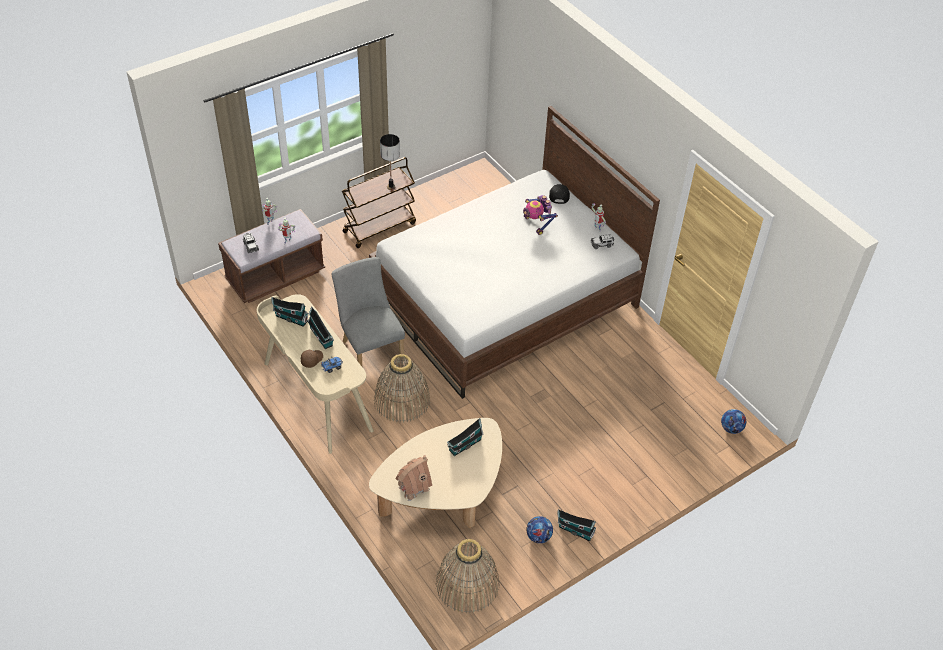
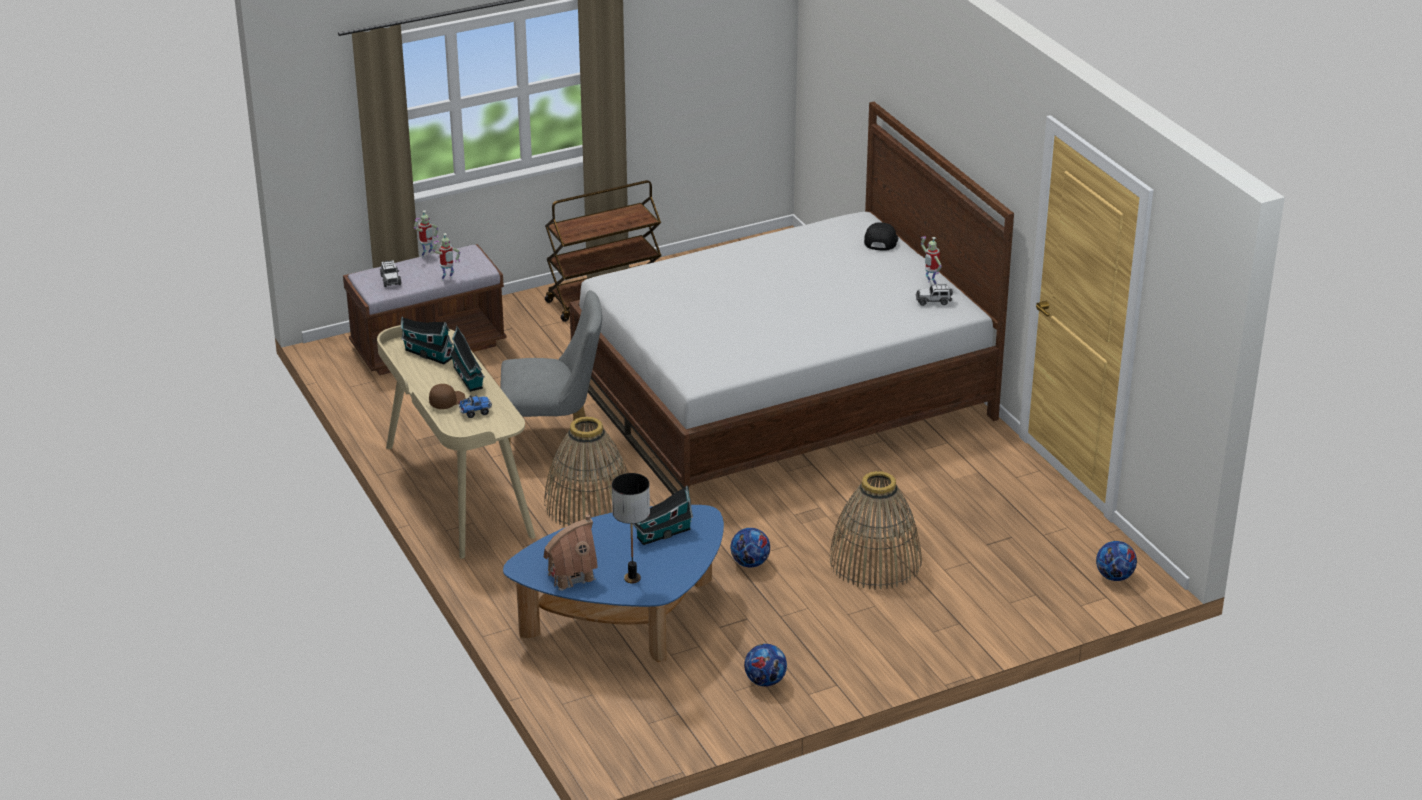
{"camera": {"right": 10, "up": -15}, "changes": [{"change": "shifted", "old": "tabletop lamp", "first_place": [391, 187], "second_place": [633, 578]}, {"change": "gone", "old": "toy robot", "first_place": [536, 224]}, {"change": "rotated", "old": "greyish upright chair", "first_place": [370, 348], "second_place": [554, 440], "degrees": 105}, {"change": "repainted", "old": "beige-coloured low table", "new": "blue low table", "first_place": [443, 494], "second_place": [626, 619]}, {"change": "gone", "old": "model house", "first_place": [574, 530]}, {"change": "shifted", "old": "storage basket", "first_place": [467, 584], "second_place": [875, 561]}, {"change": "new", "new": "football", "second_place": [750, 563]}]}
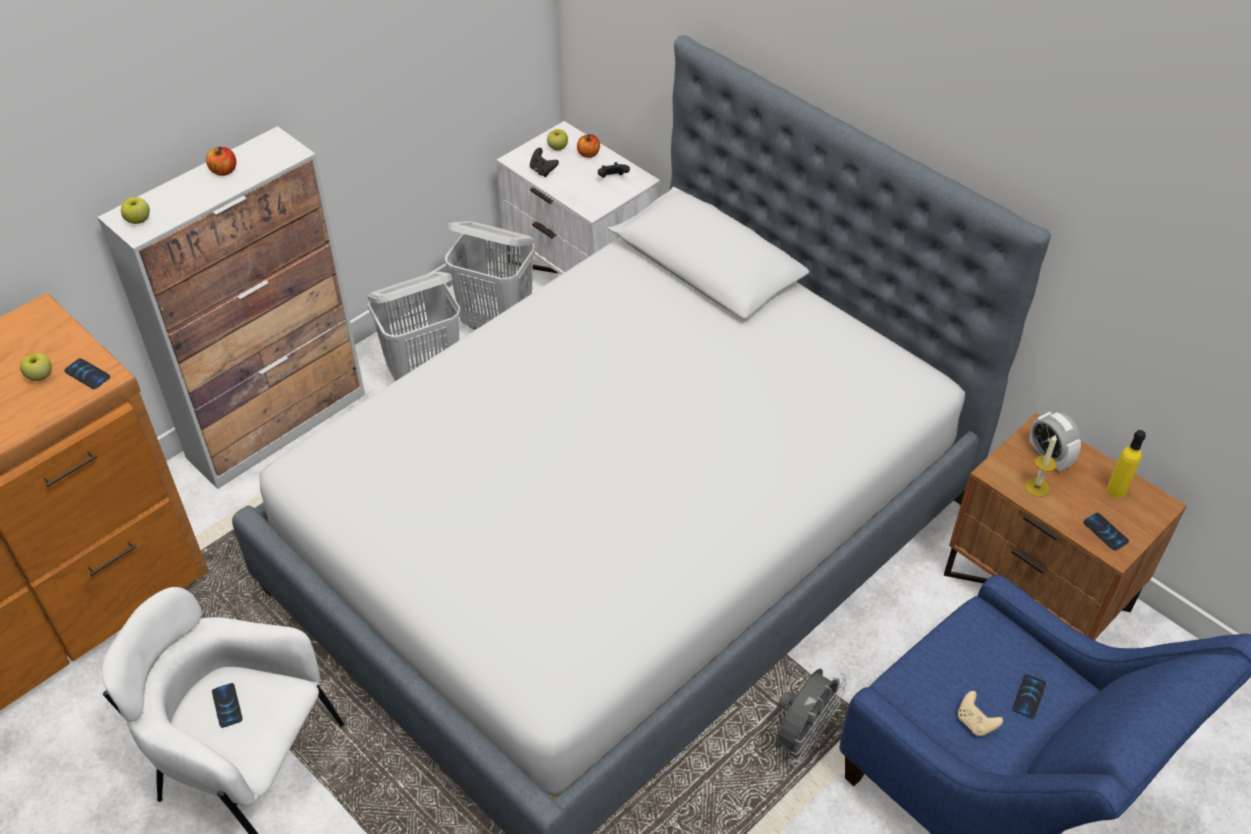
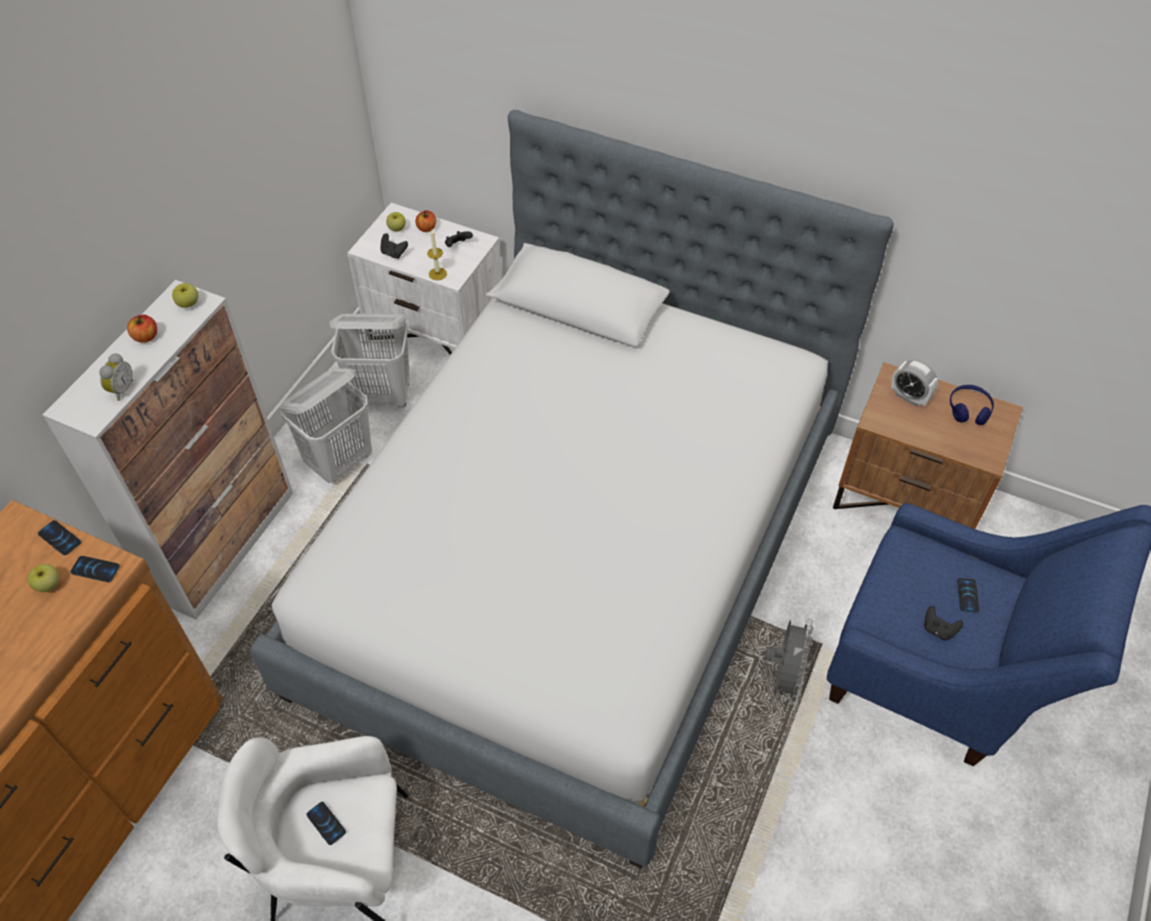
{"camera": {"right": -20, "up": 5}, "changes": [{"change": "shifted", "old": "apple", "first_place": [138, 220], "second_place": [188, 304]}, {"change": "swapped", "old": "yellow drink bottle", "new": "blue headset", "first_place": [1116, 490], "second_place": [969, 409]}, {"change": "shifted", "old": "wax candle", "first_place": [1036, 487], "second_place": [437, 274]}, {"change": "shifted", "old": "telephone", "first_place": [1105, 532], "second_place": [59, 538]}, {"change": "repainted", "old": "beige-coloured gamepad", "new": "blackish gamepad", "first_place": [975, 722], "second_place": [938, 630]}, {"change": "new", "new": "table clock", "second_place": [121, 389]}]}
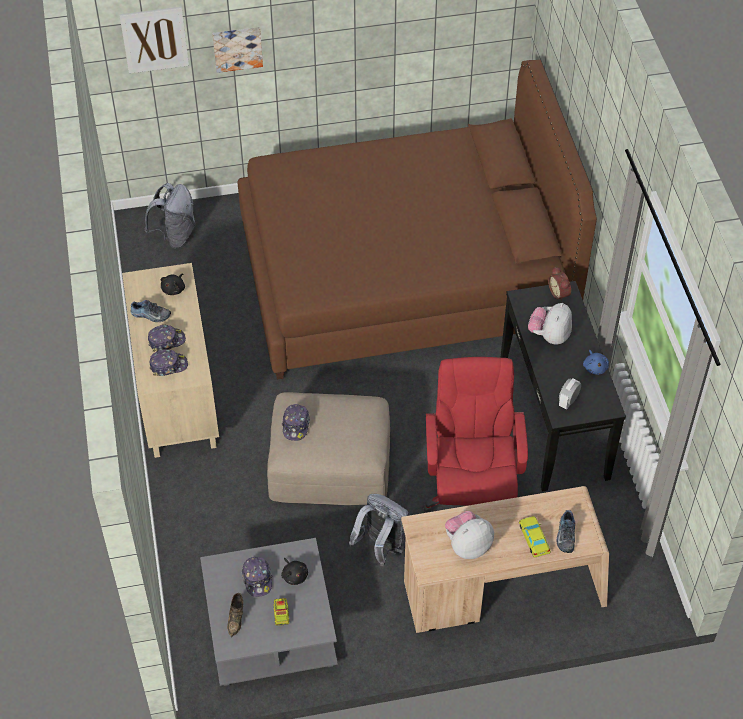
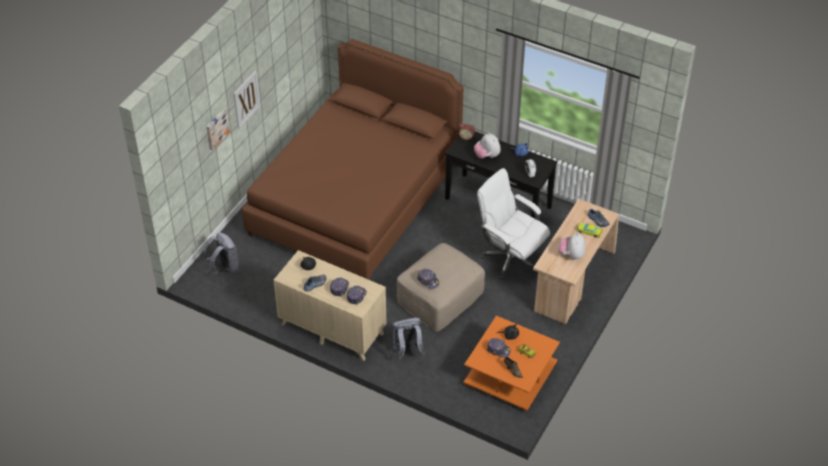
{"camera": {"right": -50, "up": -5}, "changes": [{"change": "shifted", "old": "wall art", "first_place": [154, 39], "second_place": [246, 99]}, {"change": "repainted", "old": "reddish computer chair", "new": "white computer chair", "first_place": [470, 495], "second_place": [510, 258]}, {"change": "shifted", "old": "greyish backpack", "first_place": [381, 547], "second_place": [407, 352]}, {"change": "repainted", "old": "greyish low table", "new": "orange low table", "first_place": [271, 626], "second_place": [510, 374]}]}
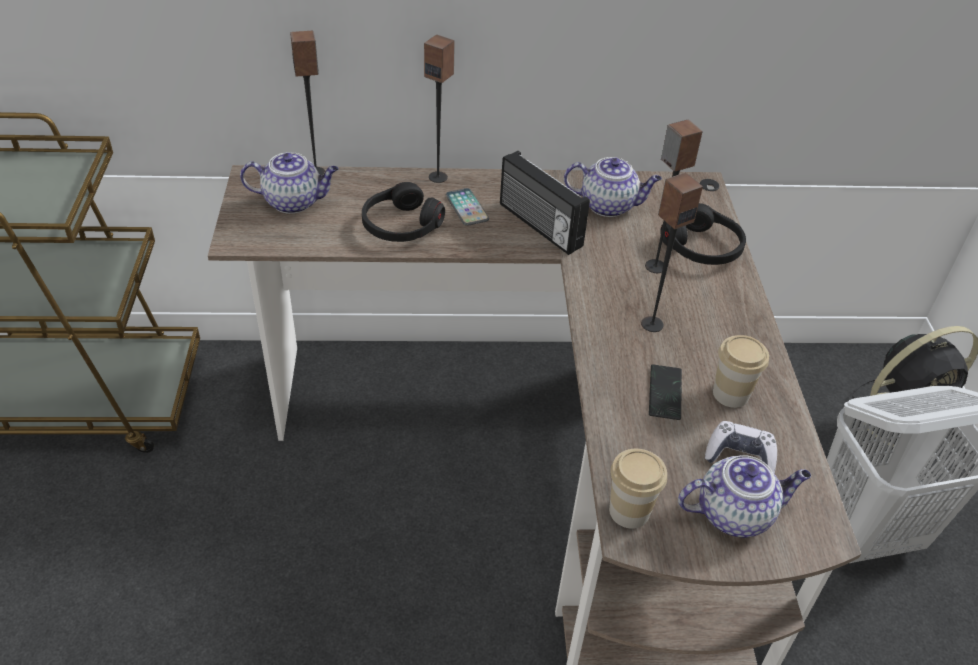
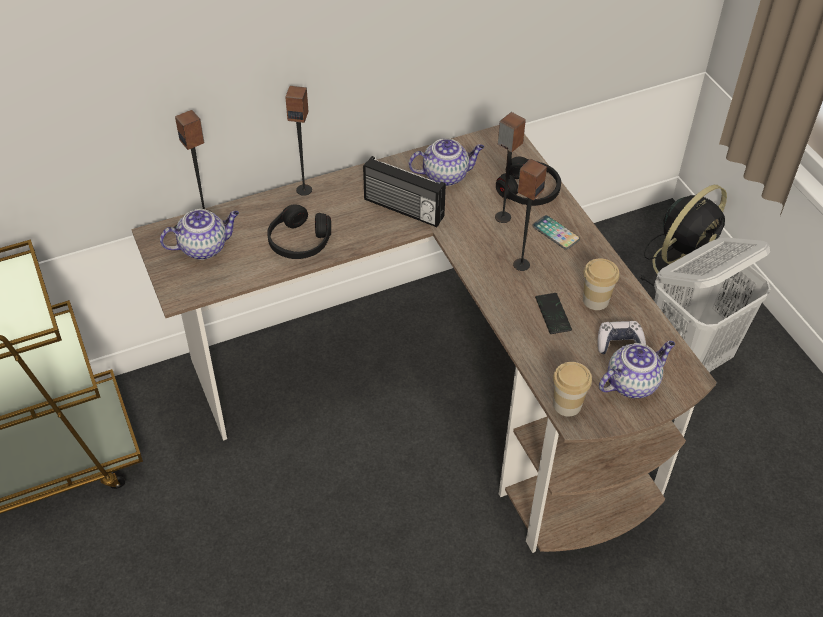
{"camera": {"right": -20, "up": 5}, "changes": [{"change": "shifted", "old": "telephone", "first_place": [467, 208], "second_place": [555, 233]}]}
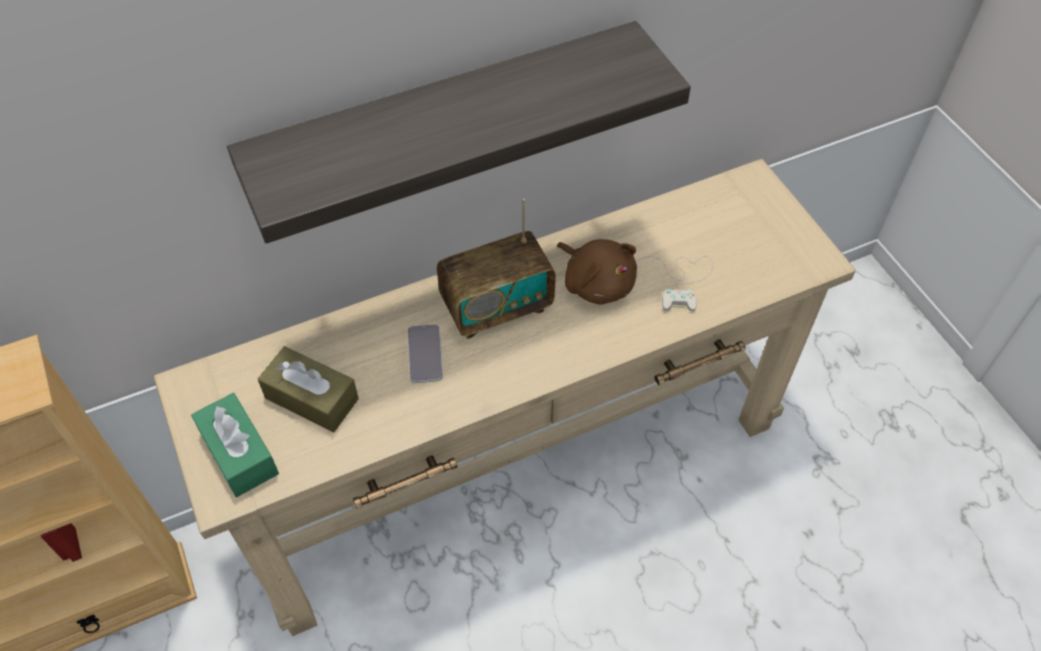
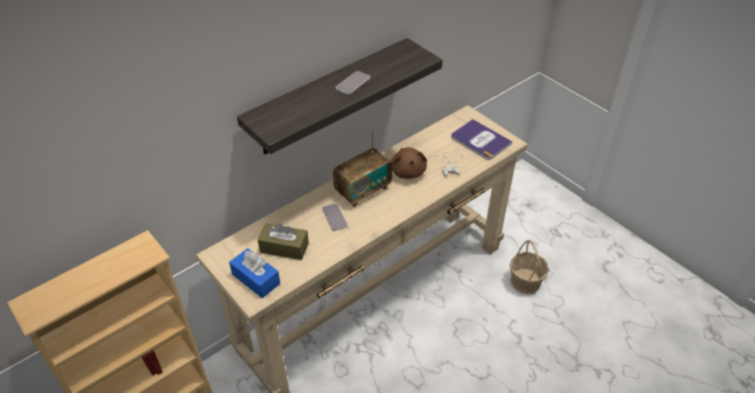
{"camera": {"right": -15, "up": -10}, "changes": [{"change": "rotated", "old": "brown-coloured soft toy", "first_place": [596, 282], "second_place": [408, 171], "degrees": 45}, {"change": "repainted", "old": "greenish tissue holder", "new": "blue tissue holder", "first_place": [239, 453], "second_place": [256, 279]}, {"change": "new", "new": "telephone", "second_place": [353, 83]}, {"change": "new", "new": "book", "second_place": [480, 140]}, {"change": "new", "new": "storage basket", "second_place": [525, 281]}]}
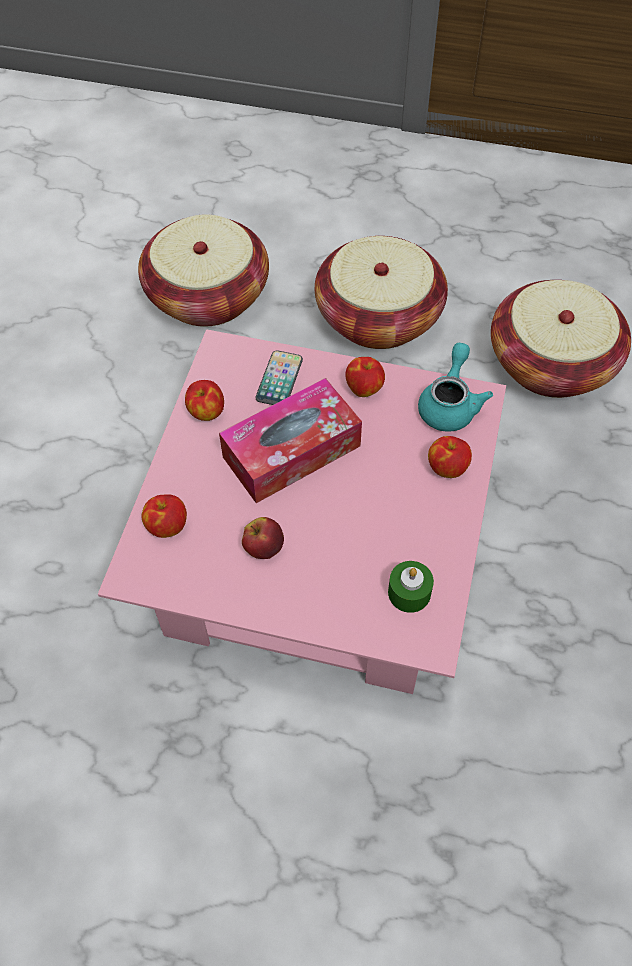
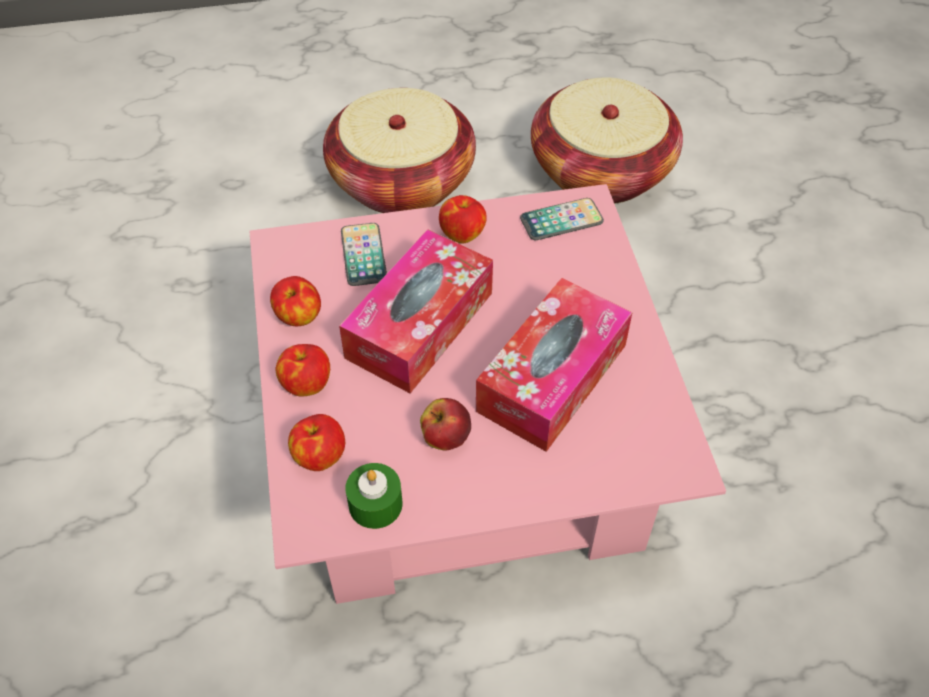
{"camera": {"right": -25, "up": -5}, "changes": [{"change": "gone", "old": "storage basket", "first_place": [208, 295]}, {"change": "swapped", "old": "turquoise-coloured pot for tea", "new": "telephone", "first_place": [450, 404], "second_place": [561, 220]}, {"change": "shifted", "old": "apple", "first_place": [447, 467], "second_place": [306, 384]}, {"change": "shifted", "old": "greenish wax candle", "first_place": [409, 593], "second_place": [375, 504]}, {"change": "new", "new": "tissue holder", "second_place": [552, 377]}]}
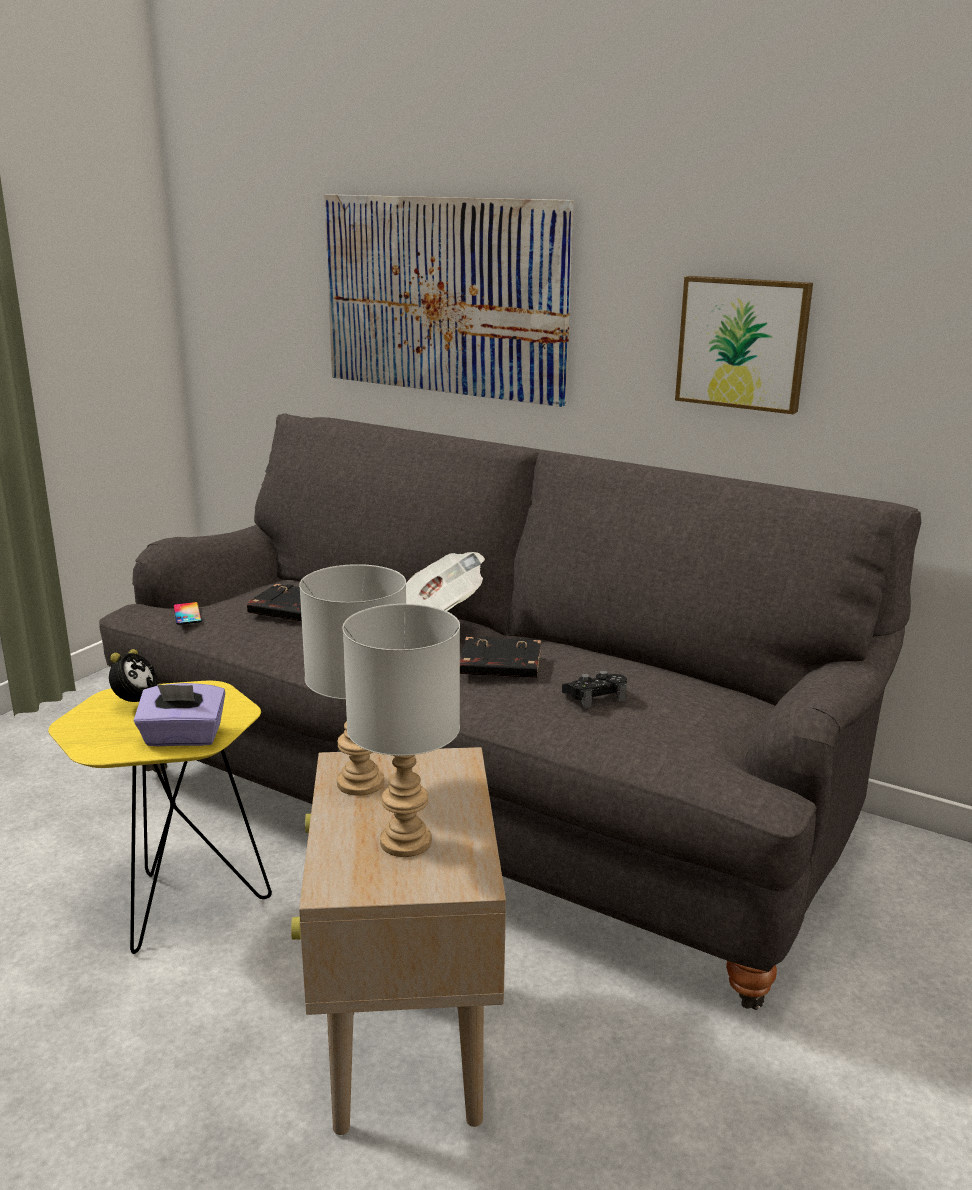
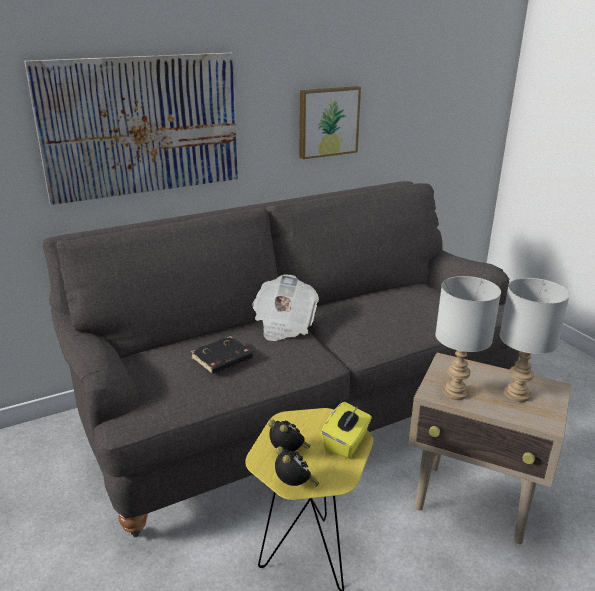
{"camera": {"right": -60, "up": 5}, "changes": [{"change": "gone", "old": "telephone", "first_place": [187, 614]}, {"change": "gone", "old": "blackish book", "first_place": [499, 665]}, {"change": "gone", "old": "blackish gamepad", "first_place": [595, 696]}, {"change": "repainted", "old": "purple-coloured tissue holder", "new": "yellow tissue holder", "first_place": [183, 737], "second_place": [346, 443]}, {"change": "new", "new": "table clock", "second_place": [295, 486]}]}
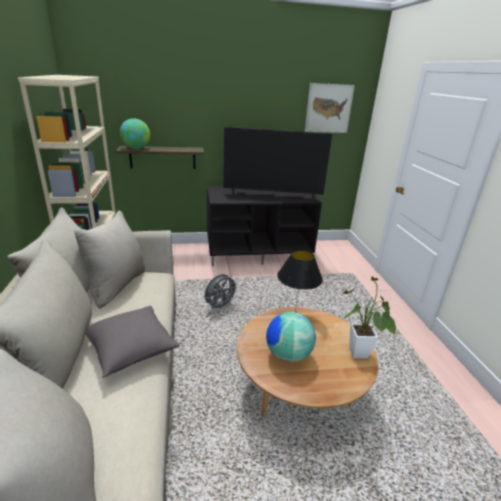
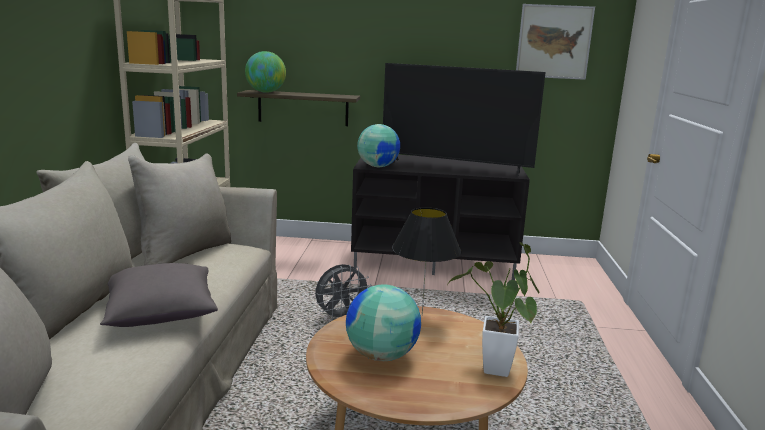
{"camera": {"right": 15, "up": -10}, "changes": [{"change": "new", "new": "world globe", "second_place": [378, 166]}]}
